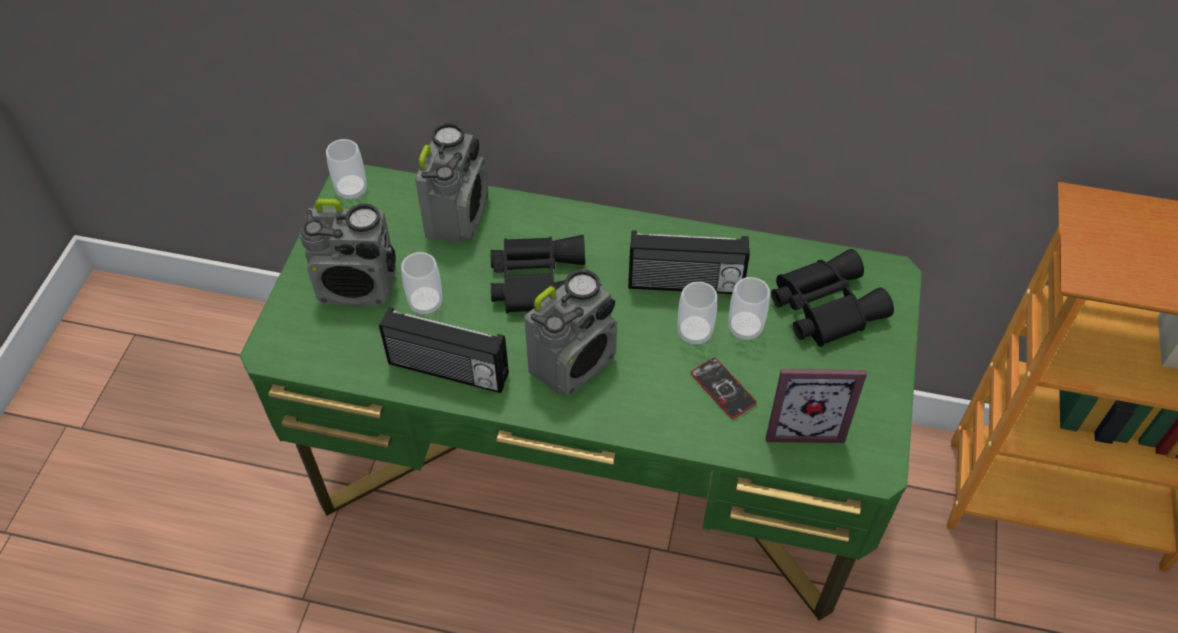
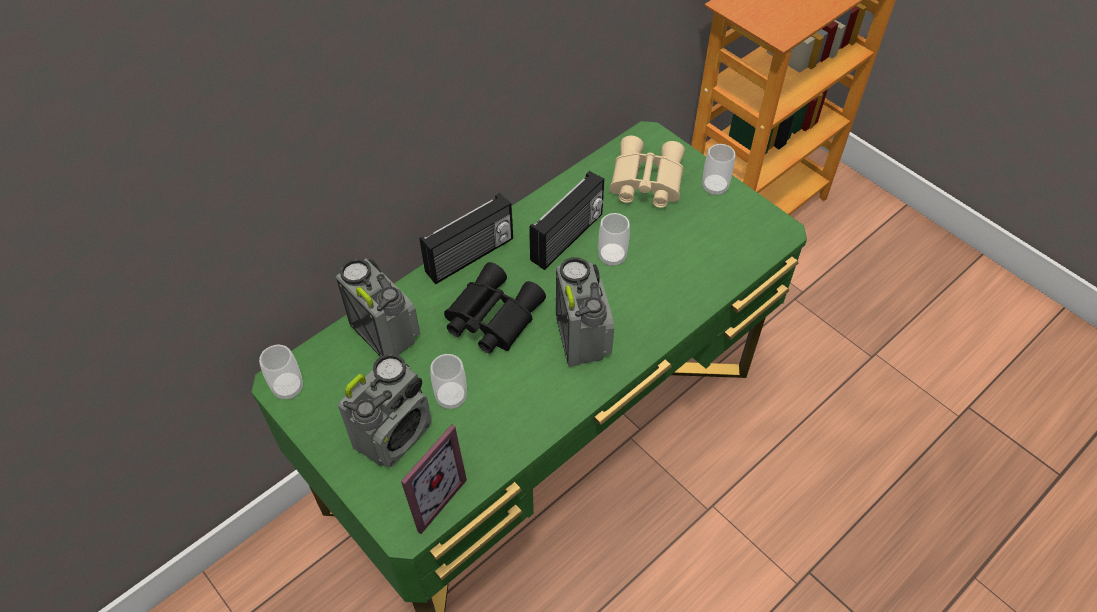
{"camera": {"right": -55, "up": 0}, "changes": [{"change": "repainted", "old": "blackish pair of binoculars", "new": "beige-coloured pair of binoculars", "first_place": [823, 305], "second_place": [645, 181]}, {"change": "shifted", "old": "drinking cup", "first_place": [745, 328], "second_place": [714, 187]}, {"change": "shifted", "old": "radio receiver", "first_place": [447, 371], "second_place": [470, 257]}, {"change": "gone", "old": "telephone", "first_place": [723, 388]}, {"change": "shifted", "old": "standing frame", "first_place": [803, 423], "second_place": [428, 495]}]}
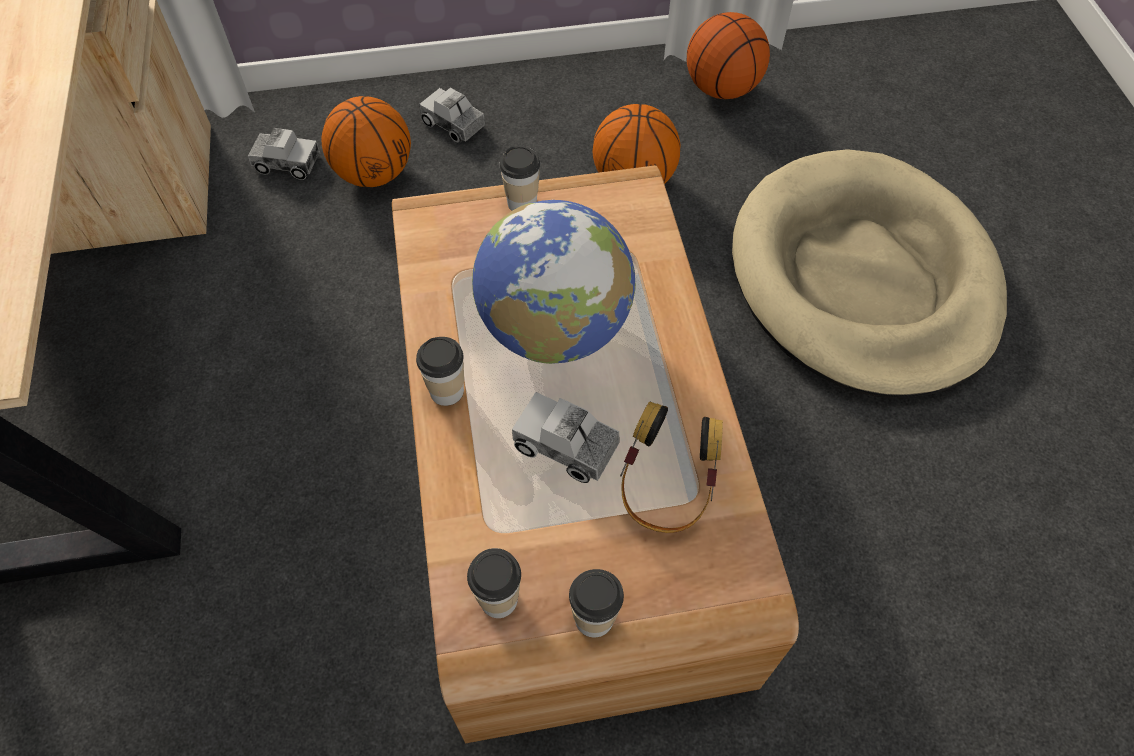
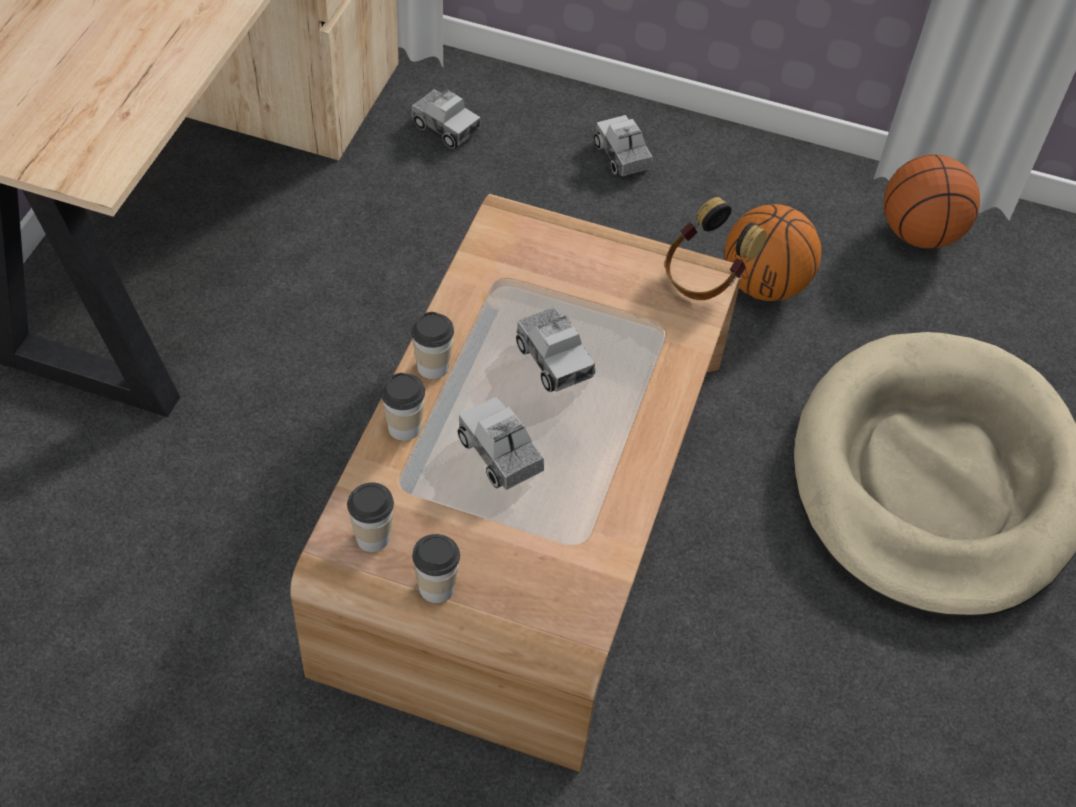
{"camera": {"right": 25, "up": -5}, "changes": [{"change": "gone", "old": "ball for basketball", "first_place": [374, 174]}, {"change": "shifted", "old": "drinking cup", "first_place": [522, 202], "second_place": [404, 427]}, {"change": "swapped", "old": "world globe", "new": "toy truck", "first_place": [554, 329], "second_place": [553, 360]}, {"change": "shifted", "old": "headset", "first_place": [666, 490], "second_place": [705, 276]}]}
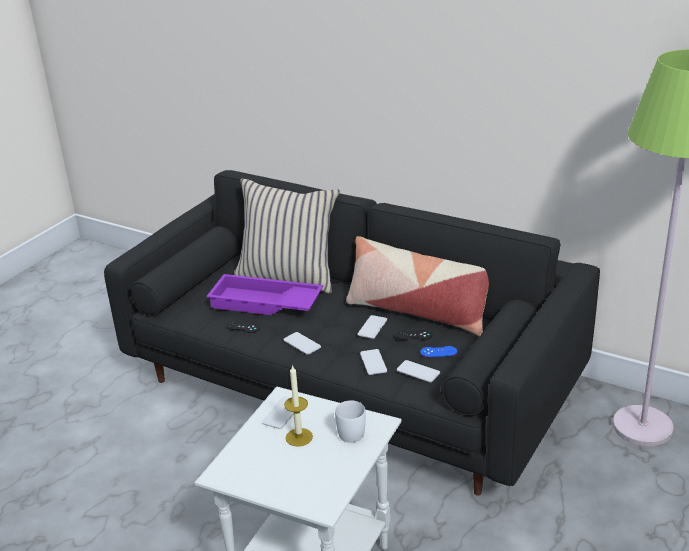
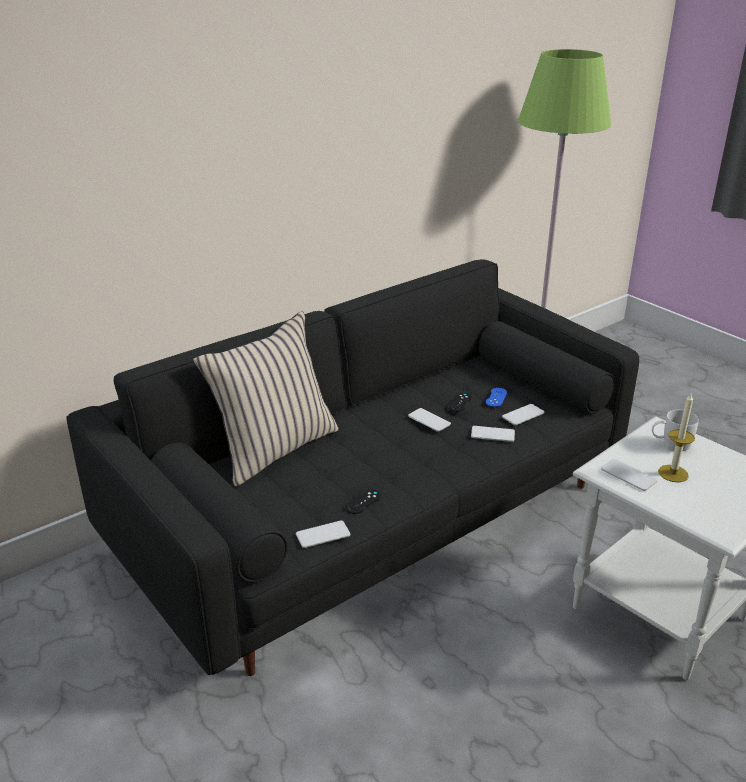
{"camera": {"right": -70, "up": 0}, "changes": [{"change": "gone", "old": "throw pillow", "first_place": [417, 311]}, {"change": "gone", "old": "purple-coloured carrying tray", "first_place": [264, 304]}, {"change": "shifted", "old": "telephone", "first_place": [302, 344], "second_place": [323, 535]}]}
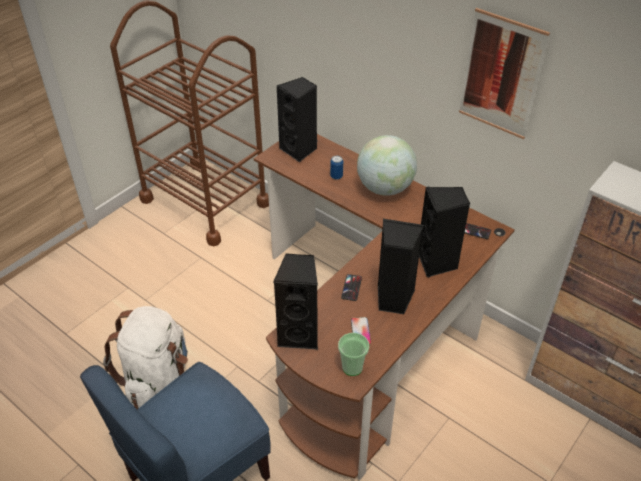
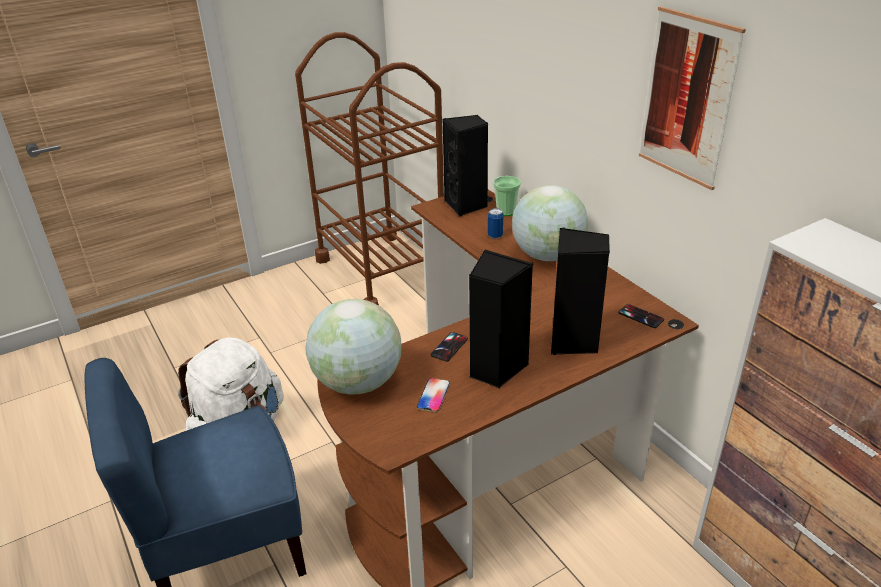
{"camera": {"right": 20, "up": -10}, "changes": [{"change": "swapped", "old": "blackish speaker", "new": "world globe", "first_place": [300, 334], "second_place": [358, 382]}, {"change": "shifted", "old": "drinking cup", "first_place": [352, 367], "second_place": [506, 212]}]}
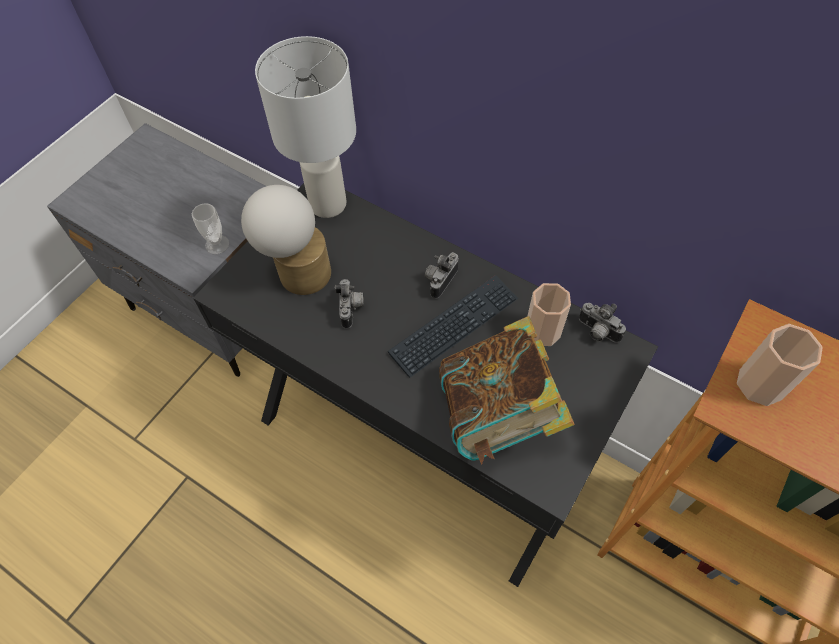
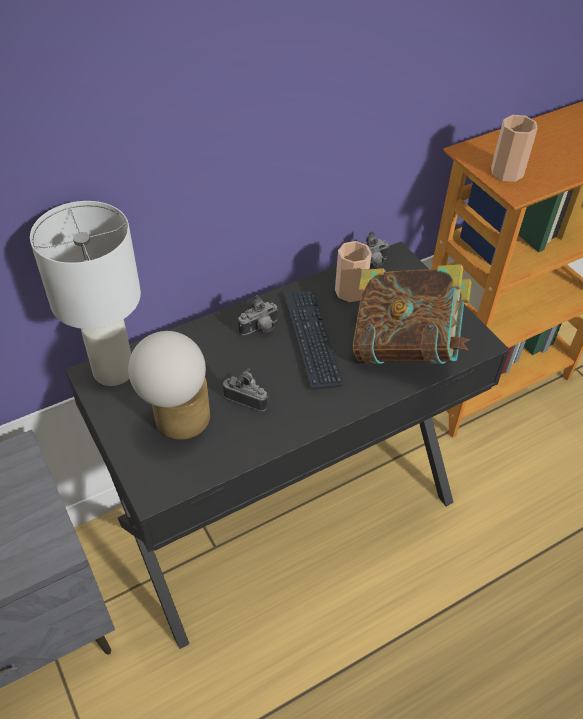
{"camera": {"right": -65, "up": -10}, "changes": [{"change": "gone", "old": "drinking cup", "first_place": [217, 244]}, {"change": "rotated", "old": "photo camera", "first_place": [440, 280], "second_place": [260, 329], "degrees": -90}]}
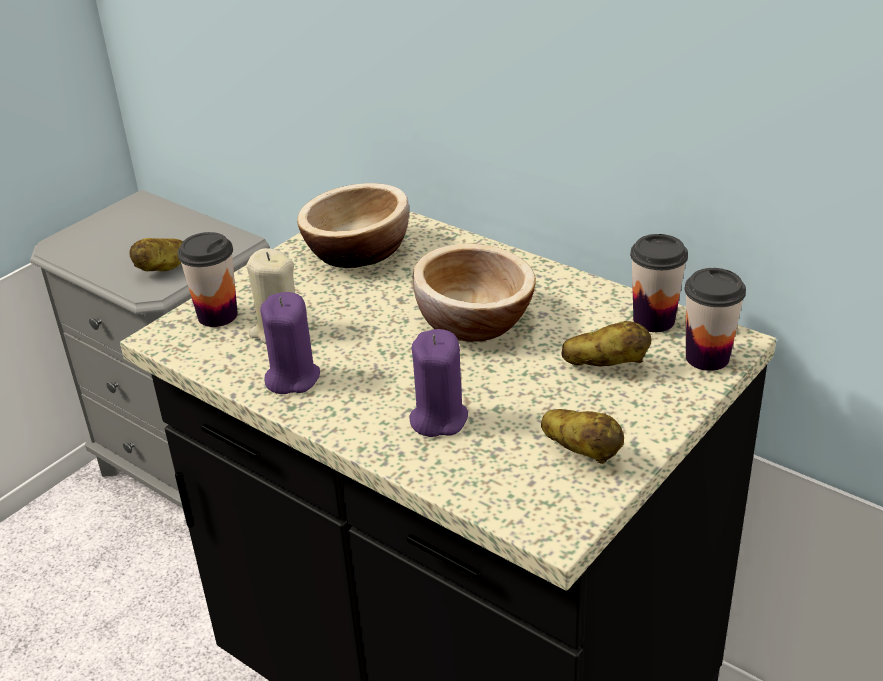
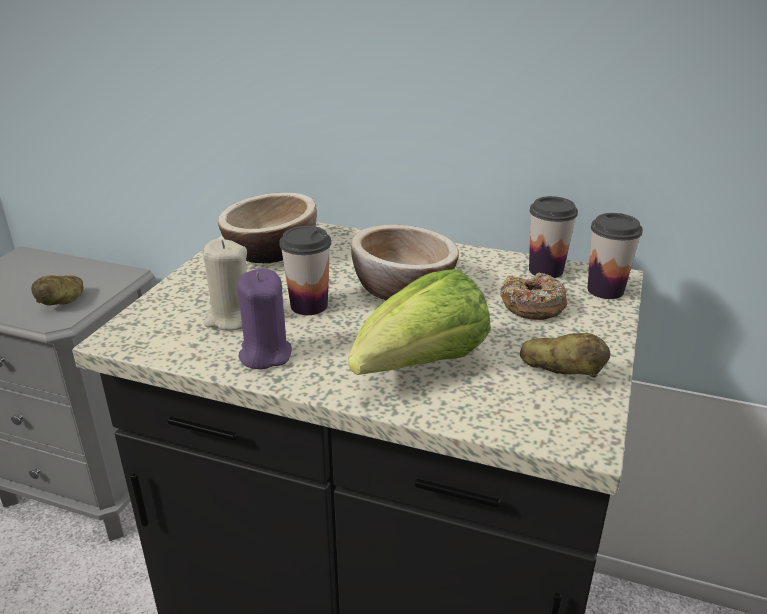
{"camera": {"right": -20, "up": -5}, "changes": [{"change": "shifted", "old": "drinking cup", "first_place": [217, 315], "second_place": [309, 305]}, {"change": "swapped", "old": "spud", "new": "ring doughnut", "first_place": [605, 365], "second_place": [532, 306]}, {"change": "swapped", "old": "purple-coloured wax candle", "new": "lettuce", "first_place": [438, 418], "second_place": [421, 367]}]}
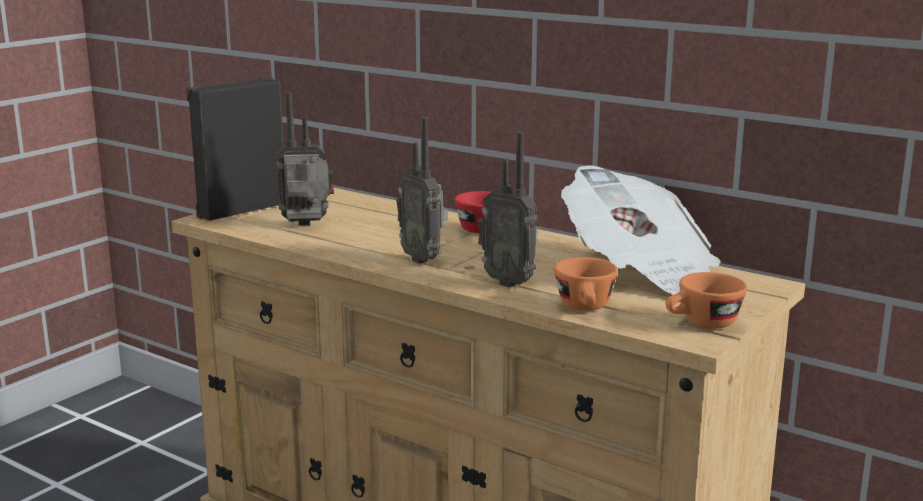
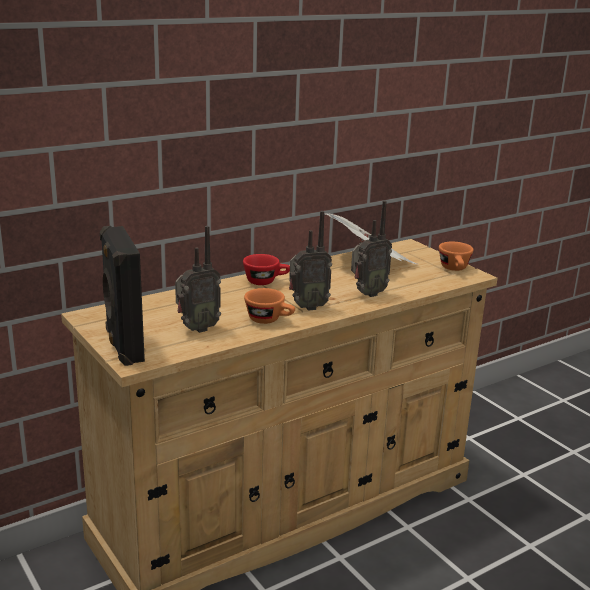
{"camera": {"right": -70, "up": 5}, "changes": [{"change": "rotated", "old": "radio receiver", "first_place": [307, 226], "second_place": [196, 329], "degrees": -135}, {"change": "shifted", "old": "orange drinking cup", "first_place": [586, 308], "second_place": [269, 320]}]}
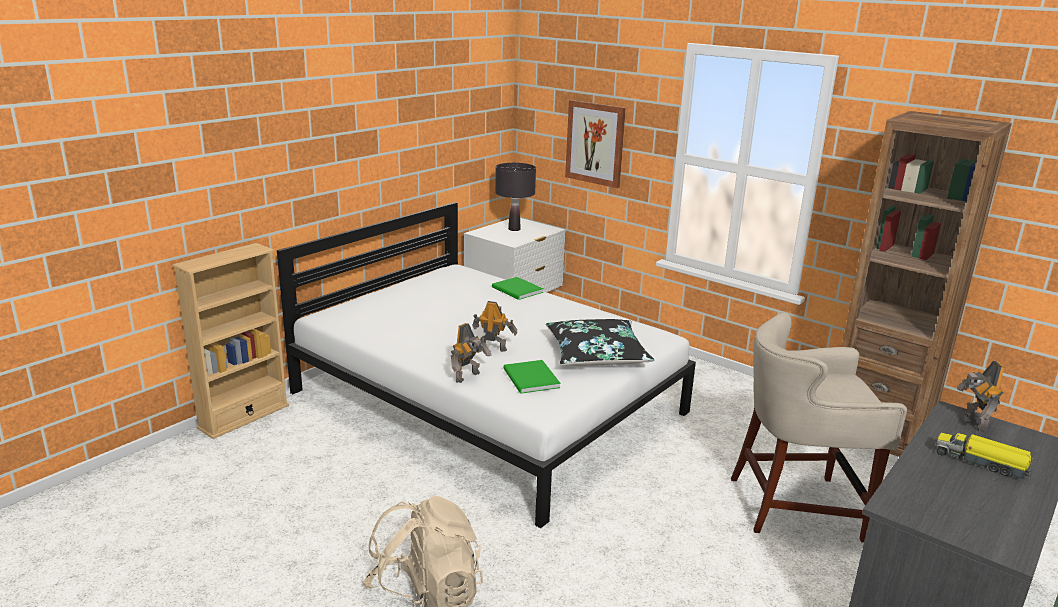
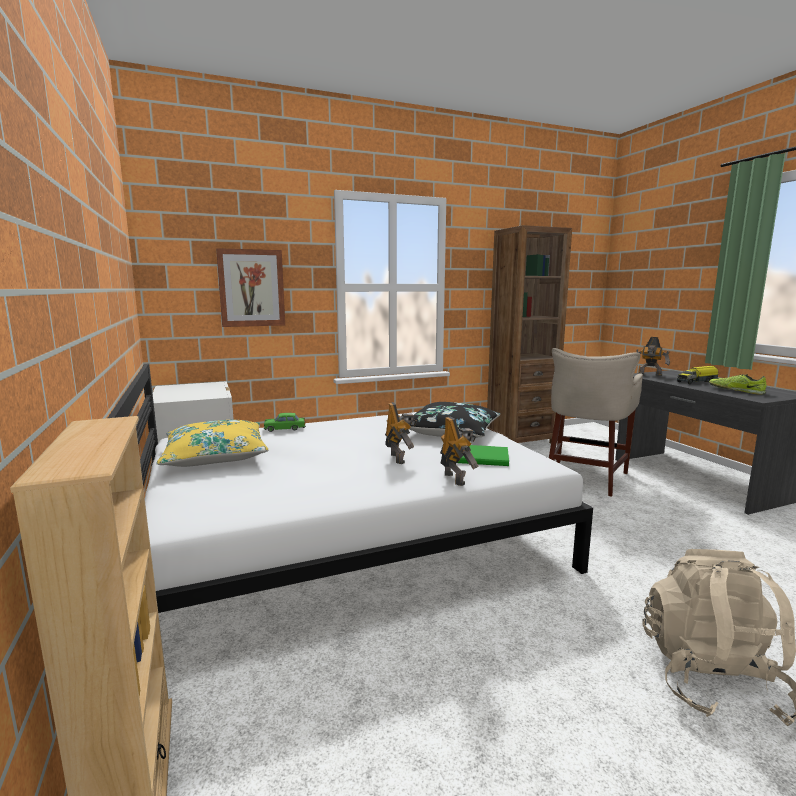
{"camera": {"right": -60, "up": -10}, "changes": [{"change": "gone", "old": "blackish tabletop lamp", "first_place": [514, 229]}, {"change": "swapped", "old": "greenish book", "new": "greenish model car", "first_place": [517, 290], "second_place": [285, 429]}, {"change": "rotated", "old": "toy robot", "first_place": [493, 348], "second_place": [399, 458], "degrees": 120}, {"change": "new", "new": "item of footwear", "second_place": [736, 391]}, {"change": "new", "new": "yellow throw pillow", "second_place": [215, 456]}]}
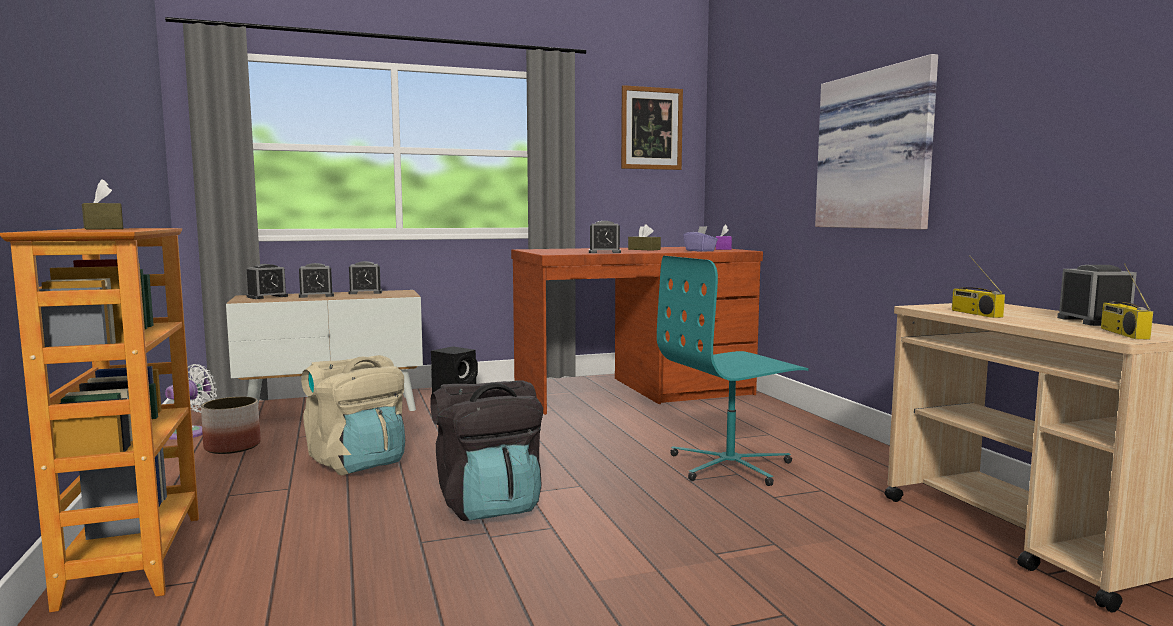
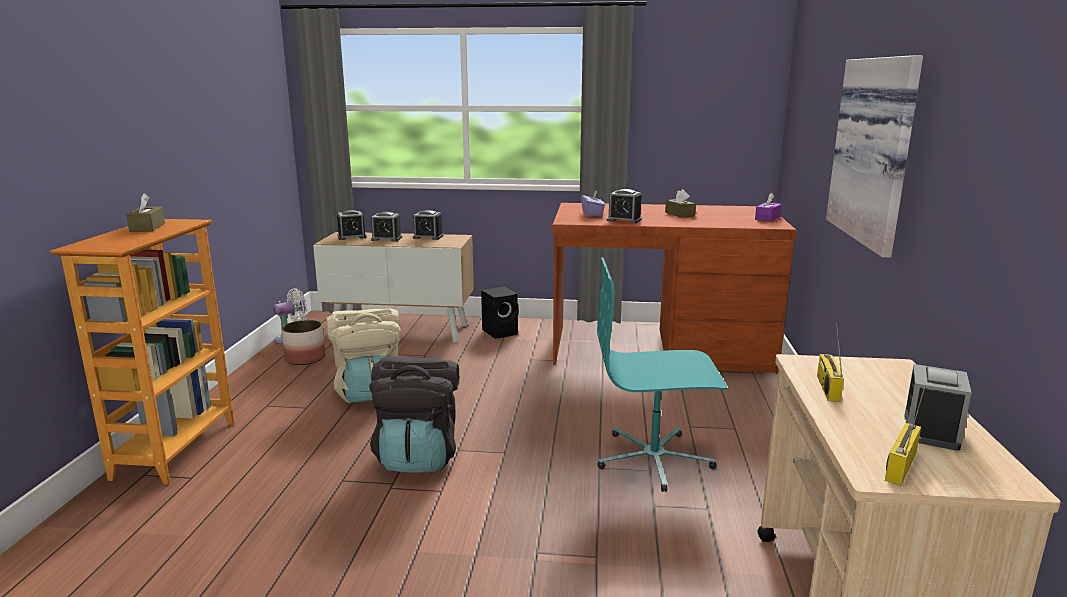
{"camera": {"right": 25, "up": 10}, "changes": [{"change": "gone", "old": "wall art", "first_place": [651, 128]}, {"change": "shifted", "old": "purple-coloured tissue holder", "first_place": [700, 251], "second_place": [592, 214]}]}
